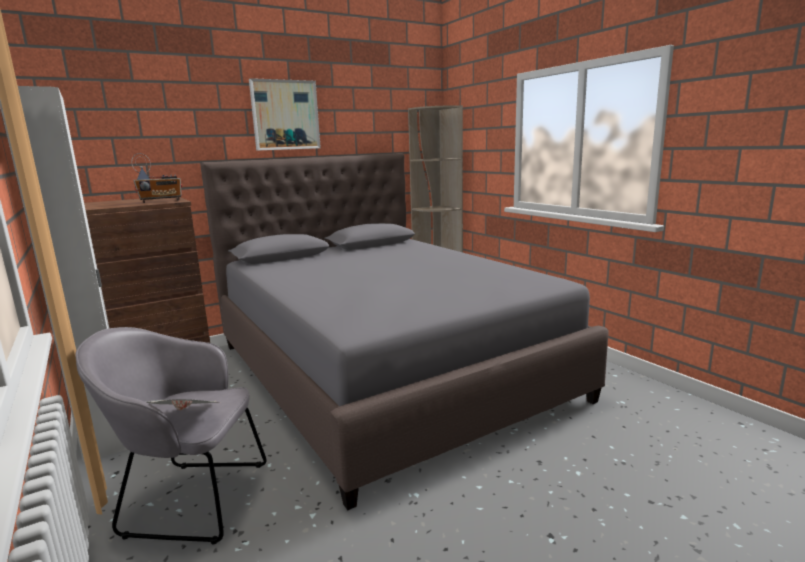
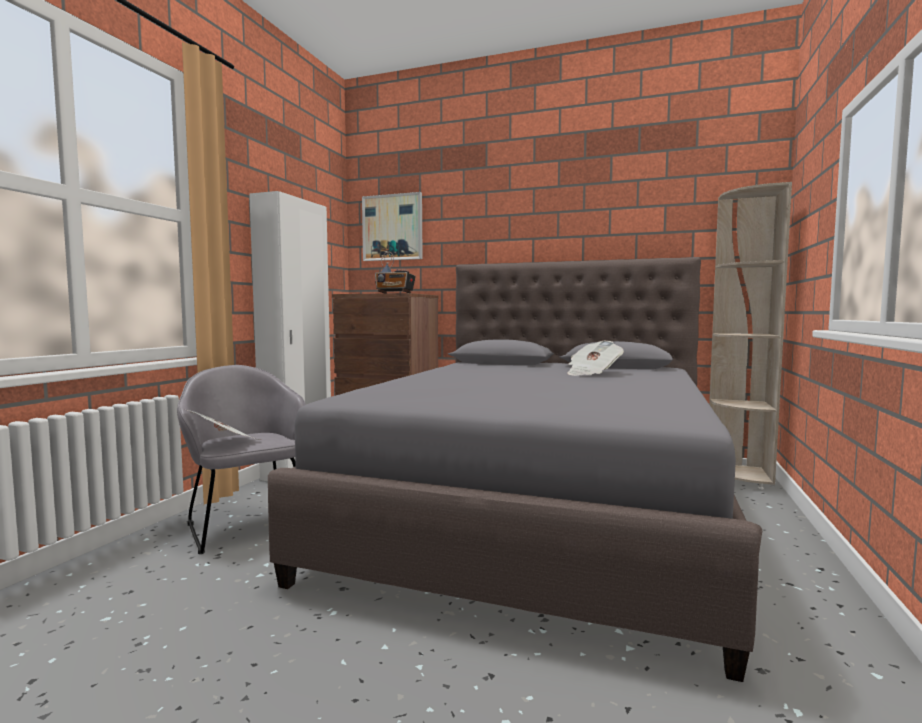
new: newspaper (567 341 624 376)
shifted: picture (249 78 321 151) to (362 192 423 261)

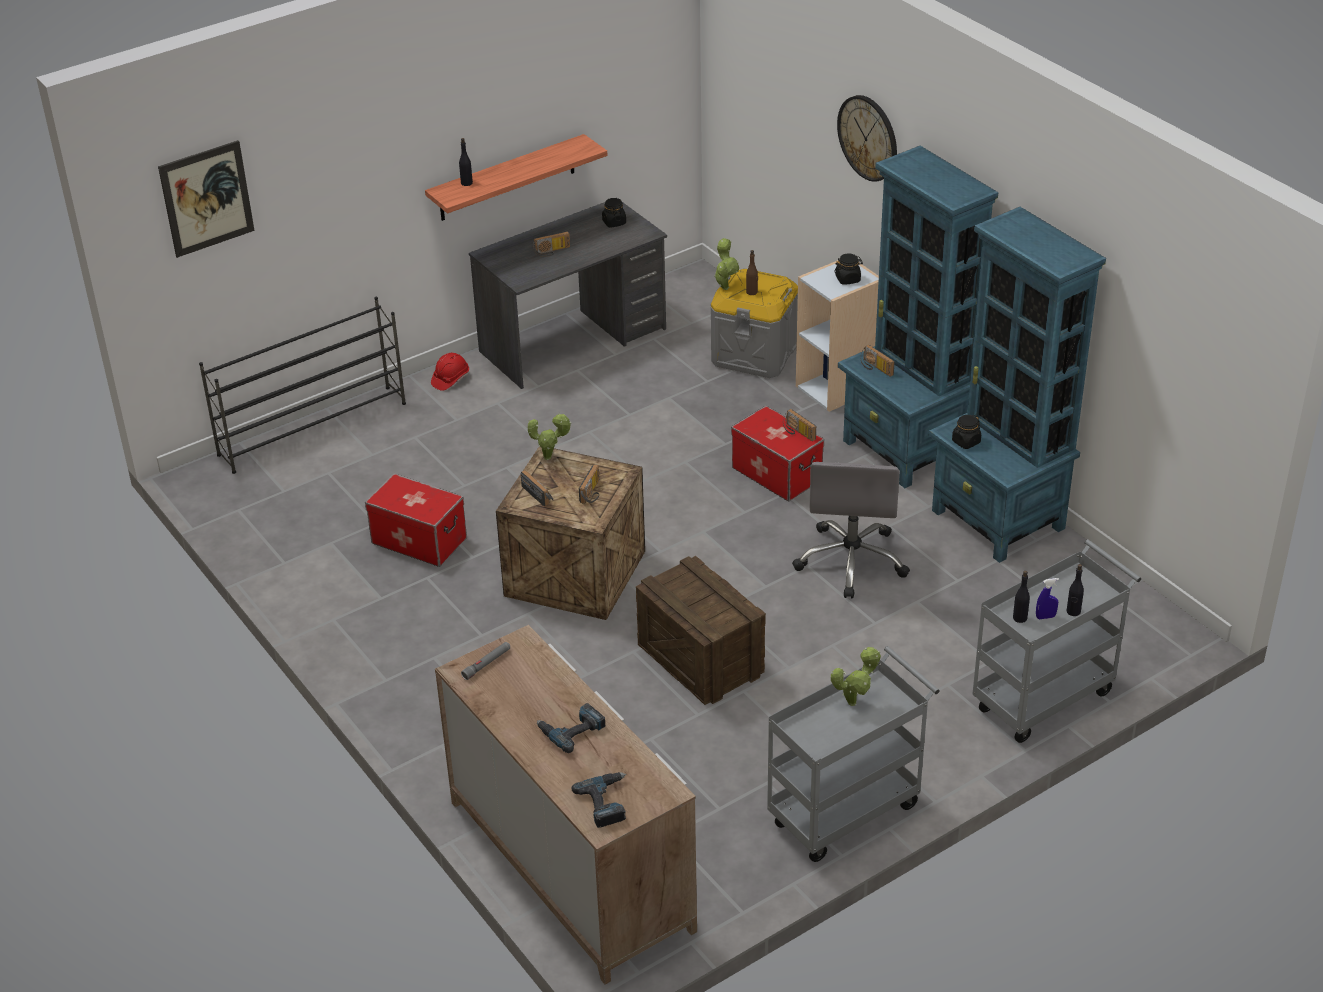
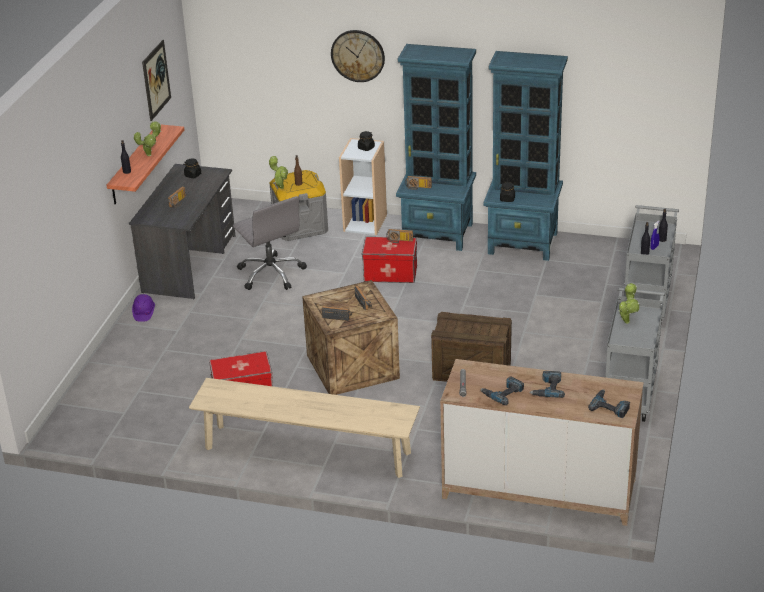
gone: shoe rack (black) (199 297 406 474)
new: bench (beige) (189 378 420 478); power drill (481 376 524 405)
shifted: potted plant (528 413 572 460) to (134 121 161 156); picture (158 140 255 258) to (142 40 171 121); office chair (grey) (792 462 910 598) to (233 196 307 290)
repainted: hard hat (red) (431 353 469 391) to hard hat (purple) (132 294 155 322)

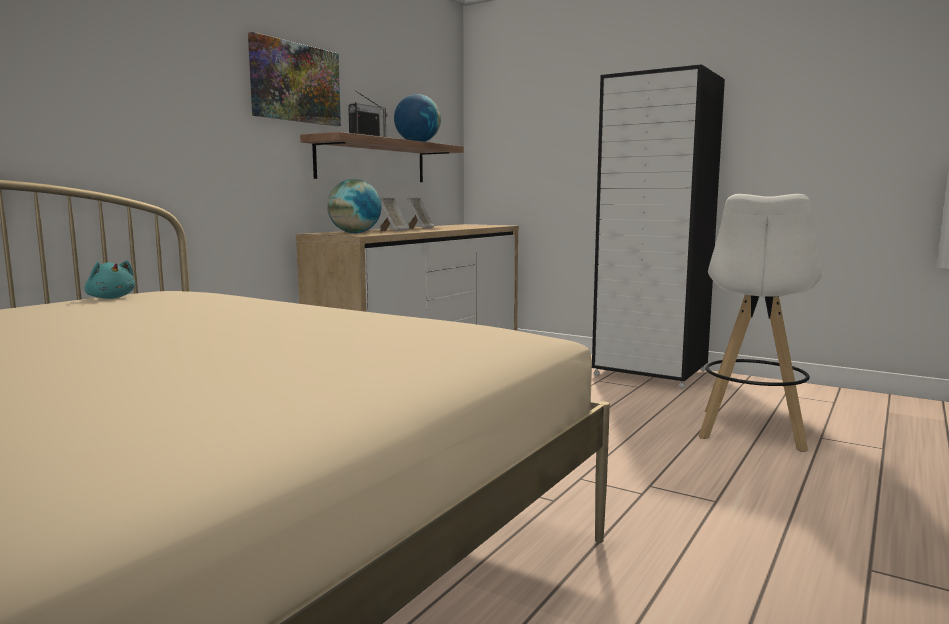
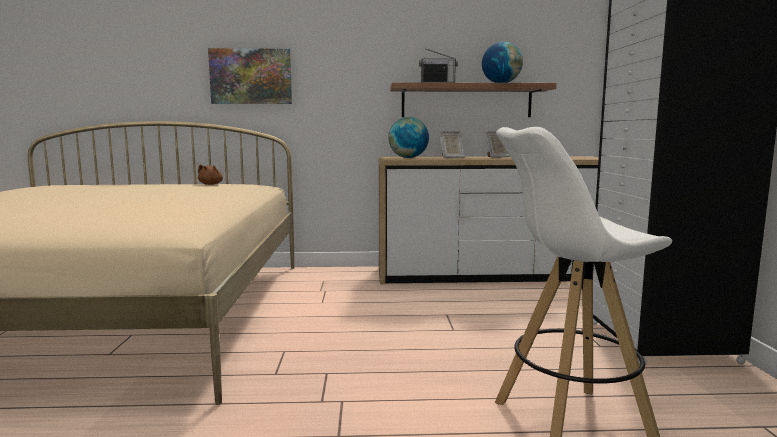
shifted: picture (248 32 341 126) to (208 48 292 104)
repainted: plush toy (turquoise) (84 260 135 299) to plush toy (brown) (198 164 223 185)

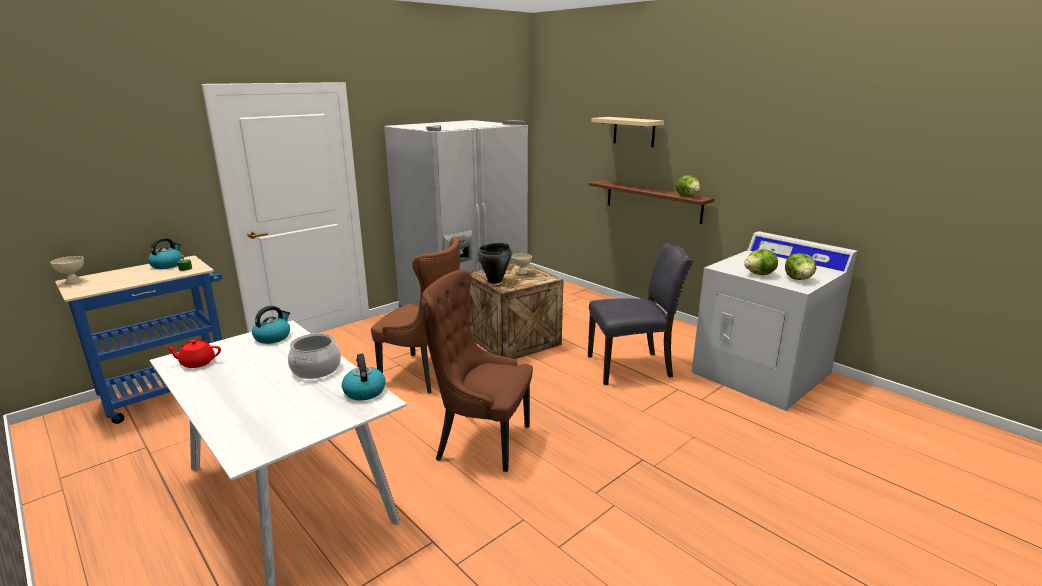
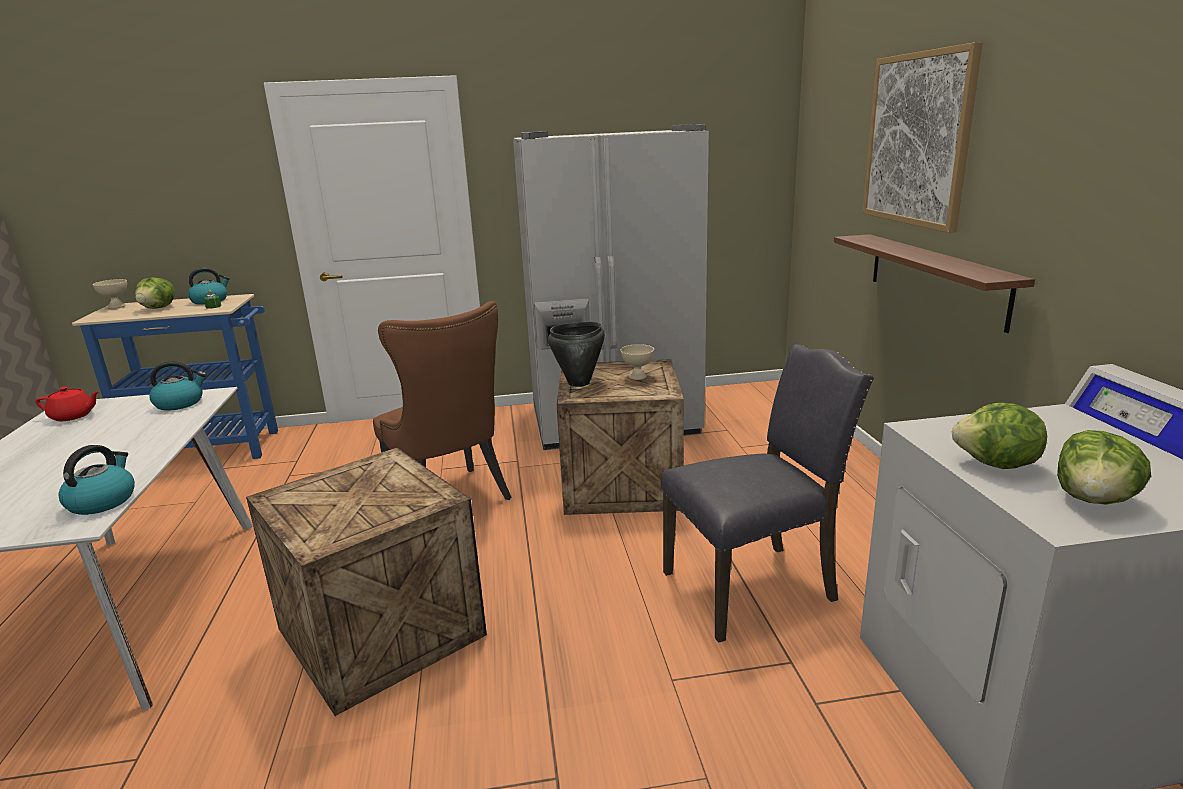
gone: cooking pot (288 333 341 379)
shifted: lettuce (676 175 700 196) to (135 277 175 309)
swapped: chair (brown) (422 269 533 472) to crate (246 448 487 716); shelf (beige) (591 117 664 147) to picture (863 42 983 233)
rotated: teapot (red) (165 340 221 368) = (36 387 100 421) 150 degrees clockwise; chair (grey) (588 243 694 385) = (660 344 874 643) 45 degrees counterclockwise

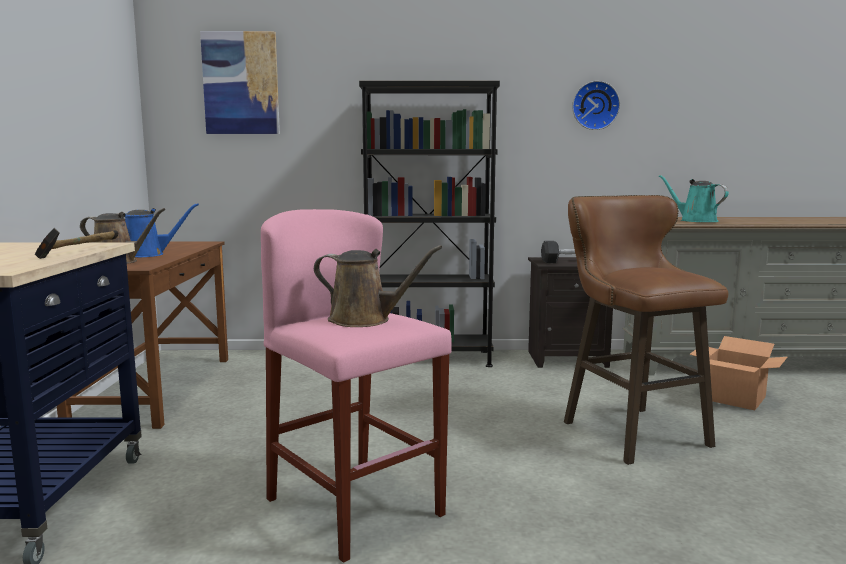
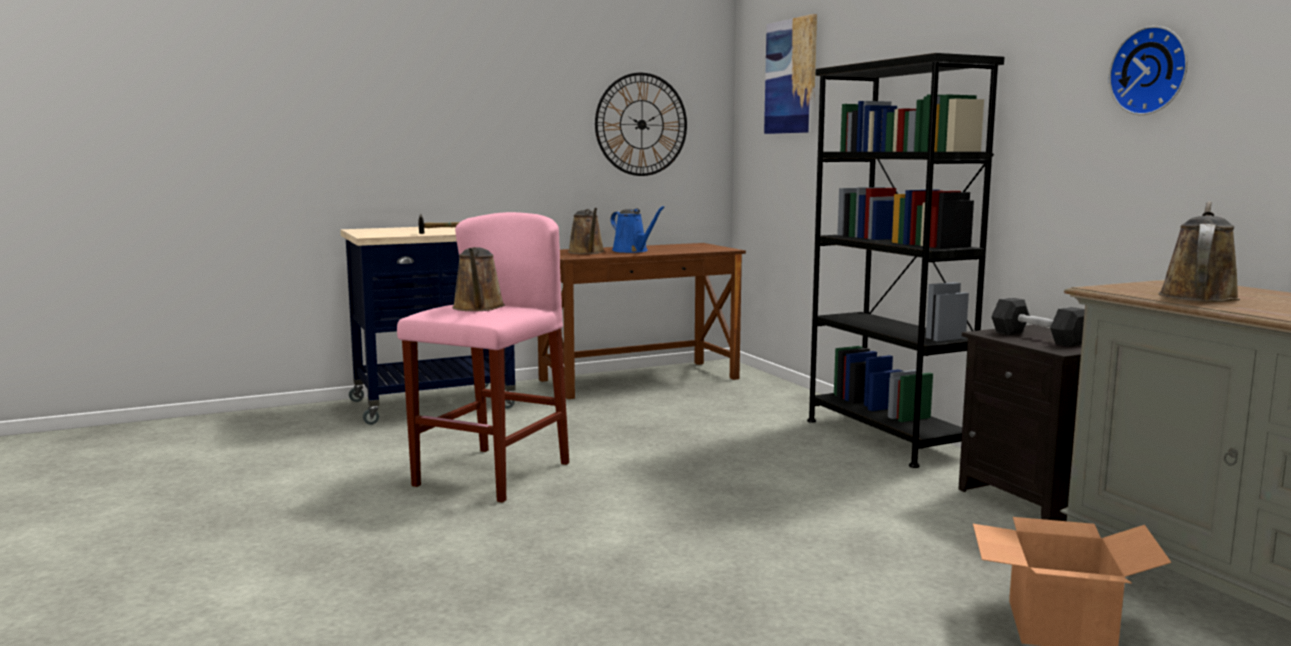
gone: stool (brown) (564 195 728 465)
new: wall clock (595 73 687 176)
repainted: watering can (turquoise) (659 175 729 222) to watering can (brown) (1158 201 1240 302)

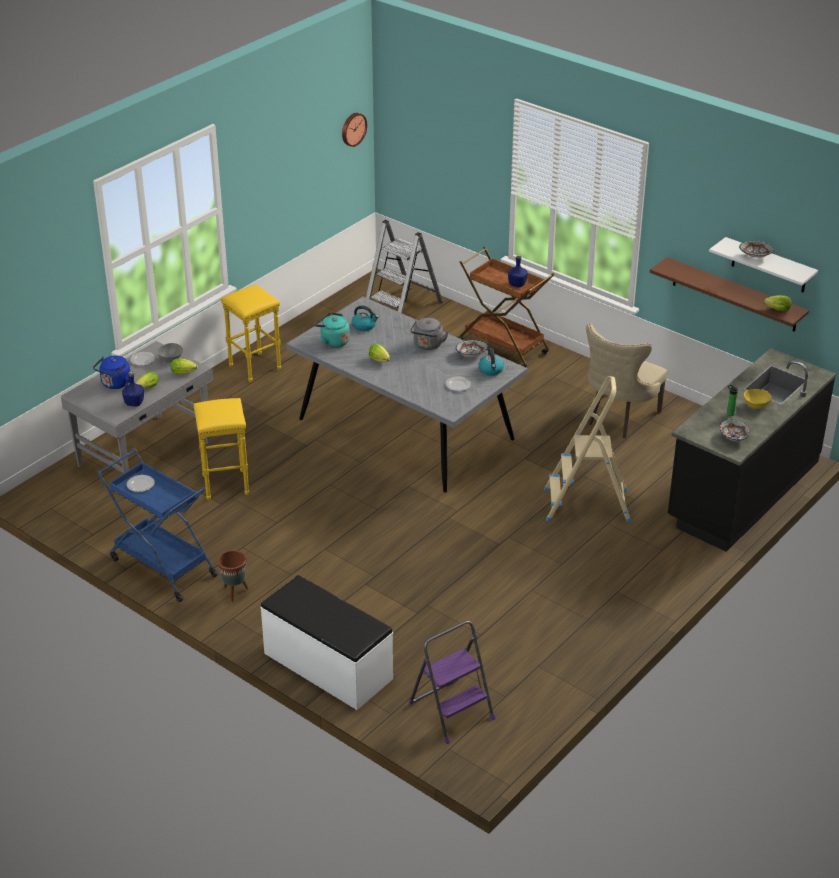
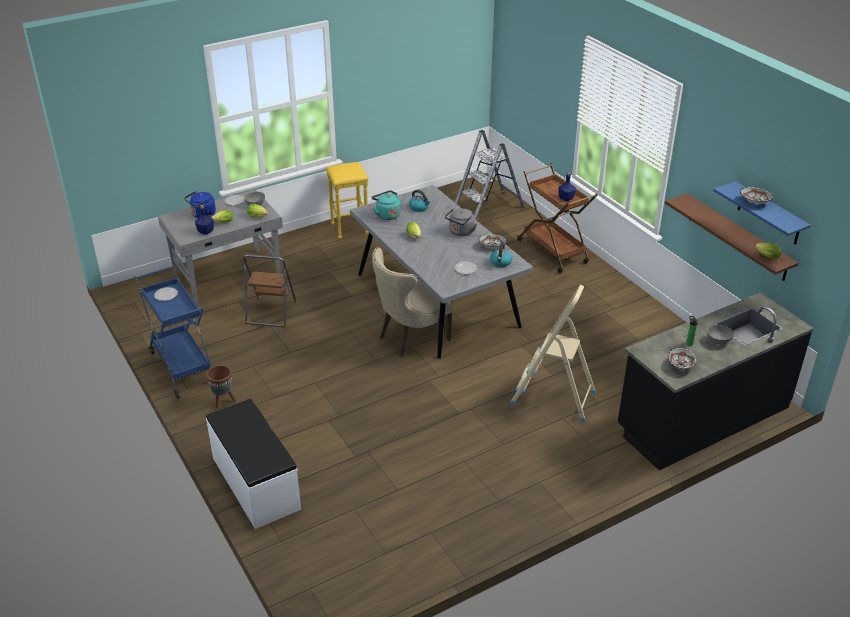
gone: wall clock (342 113 367 147); step ladder (purple) (409 621 496 744)
shifted: chair (beige) (586 323 667 438) to (372 247 453 357)
swapped: stool (yellow) (194 398 249 500) to step ladder (brown) (243 255 298 328)
repainted: bowl (yellow) (744 389 771 409) to bowl (grey) (707 325 734 345); shelf (white) (709 237 818 293) to shelf (blue) (713 181 811 245)

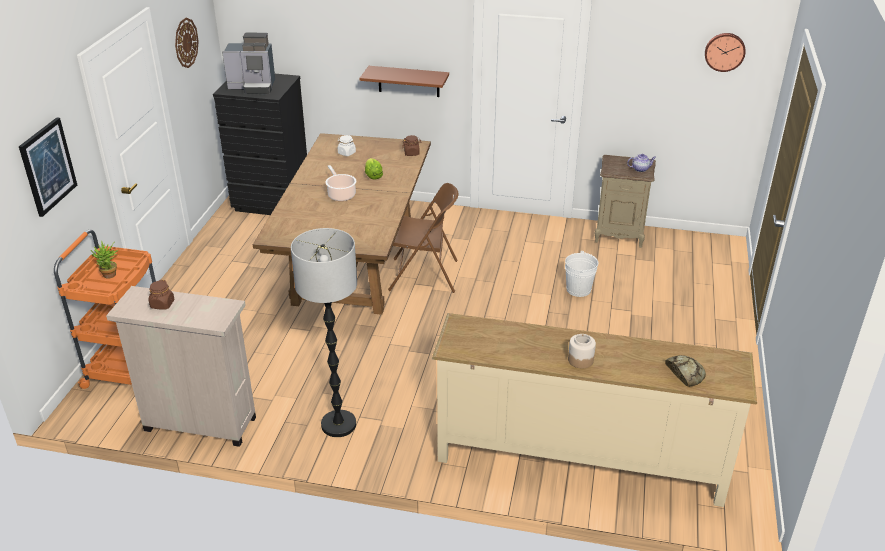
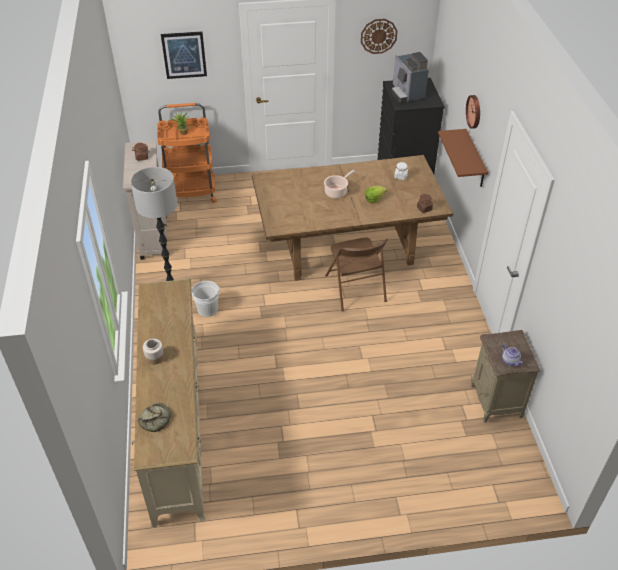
shifted: bucket (white) (565 251 598 297) to (192 281 221 317); wall clock (705 33 746 72) to (466 95 480 129)

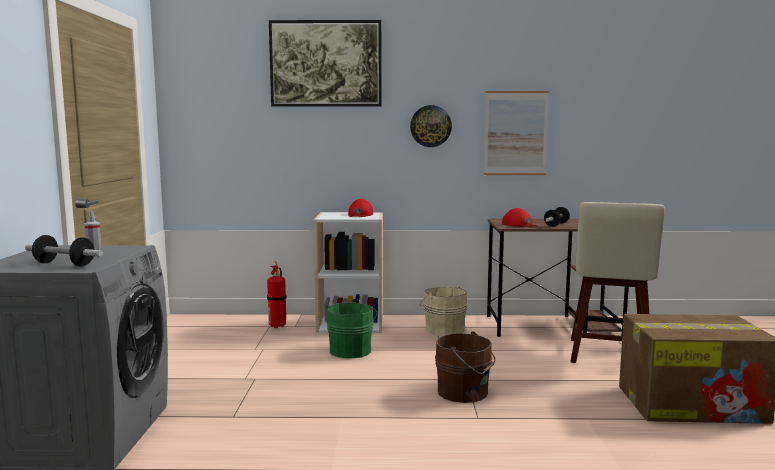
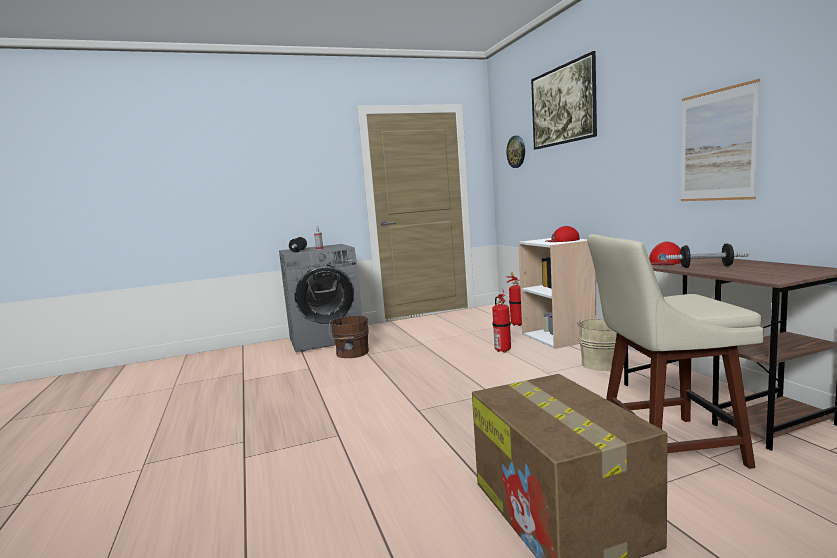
shifted: bucket (brown) (435 331 496 403) to (329 316 369 358); wall clock (410 105 452 147) to (506 136 525 168)
swapped: bucket (green) (326 302 377 358) to fire extinguisher (492 290 511 353)

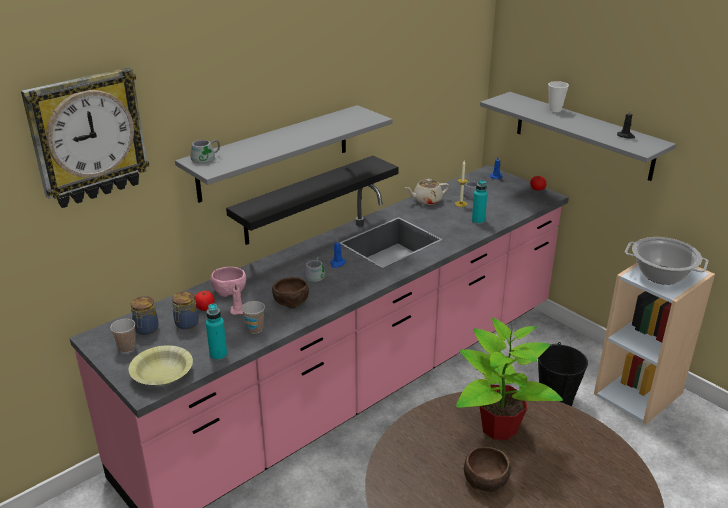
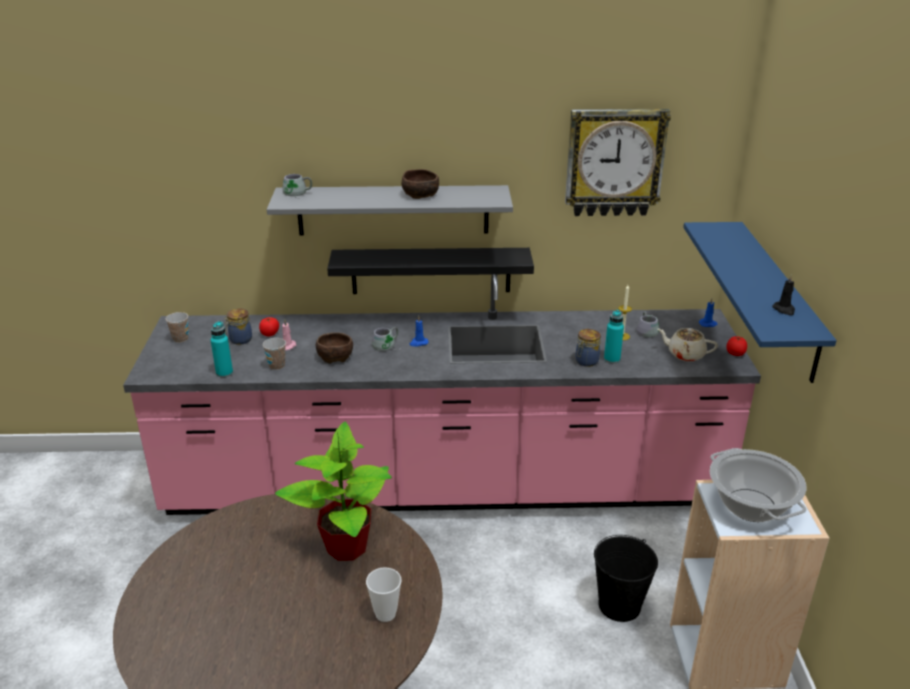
gone: bowl (yellow) (129 345 193 385); bowl (pink) (210 267 246 297)
shifted: cup (548 81 569 112) to (366 567 402 622); bowl (brown) (464 446 511 492) to (401 169 439 199); wall clock (21 67 150 208) to (565 109 671 216); jar (131 296 159 335) to (575 329 601 367); teapot (beige) (405 179 449 205) to (657 328 718 362)
repainted: shelf (grey) (480 92 676 181) to shelf (blue) (683 222 837 383)

